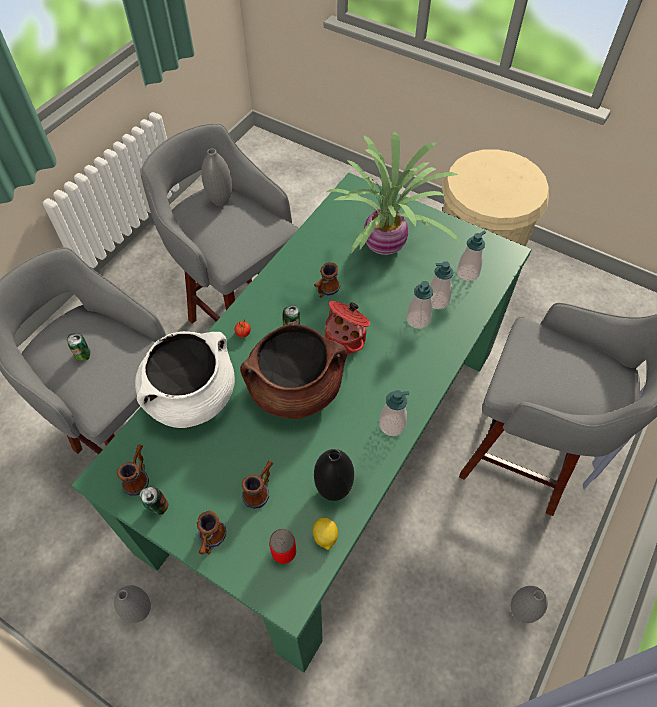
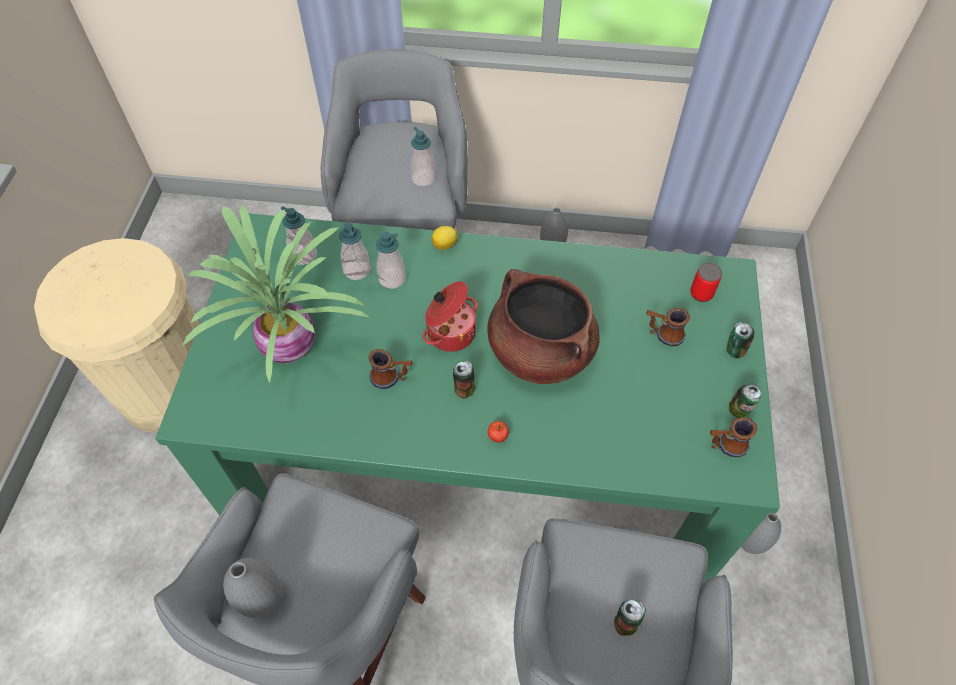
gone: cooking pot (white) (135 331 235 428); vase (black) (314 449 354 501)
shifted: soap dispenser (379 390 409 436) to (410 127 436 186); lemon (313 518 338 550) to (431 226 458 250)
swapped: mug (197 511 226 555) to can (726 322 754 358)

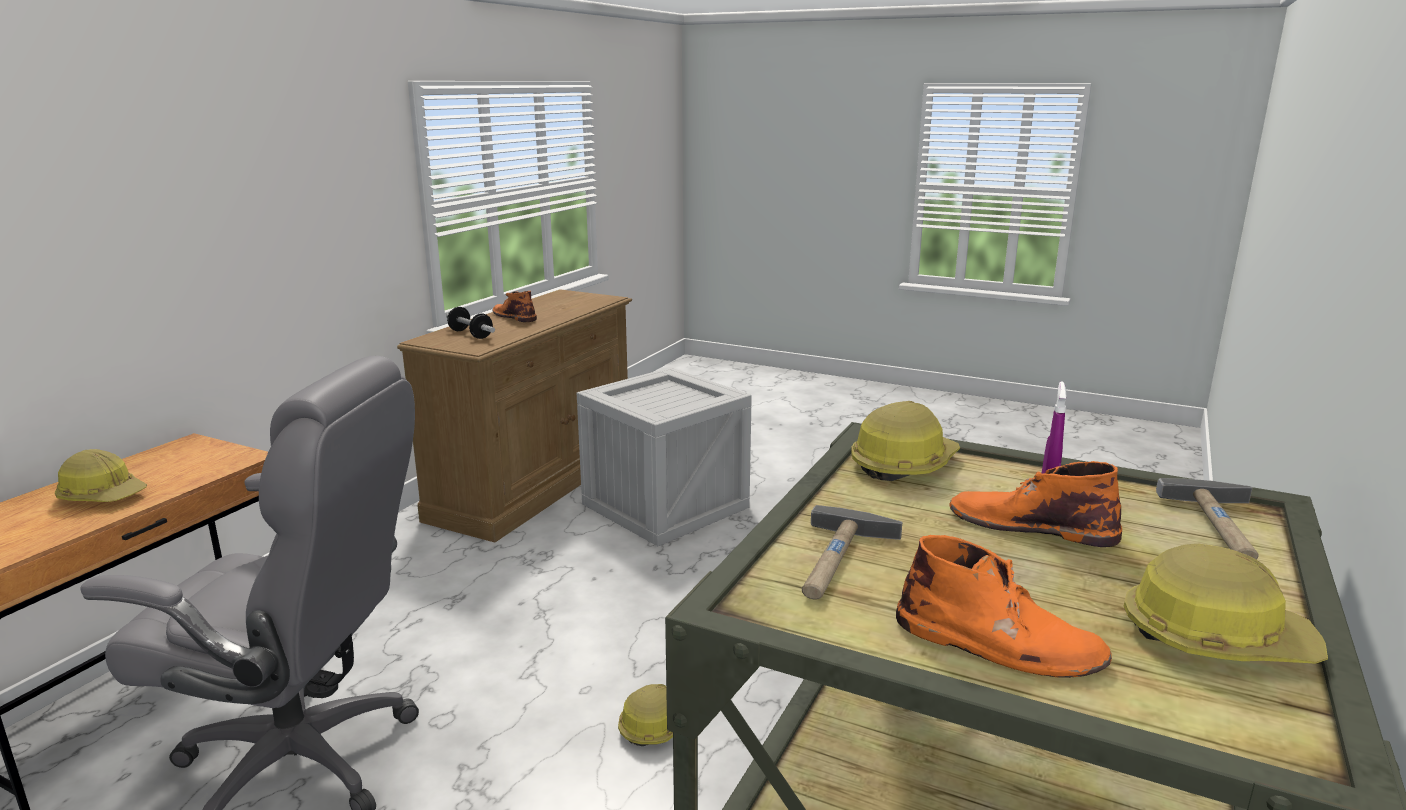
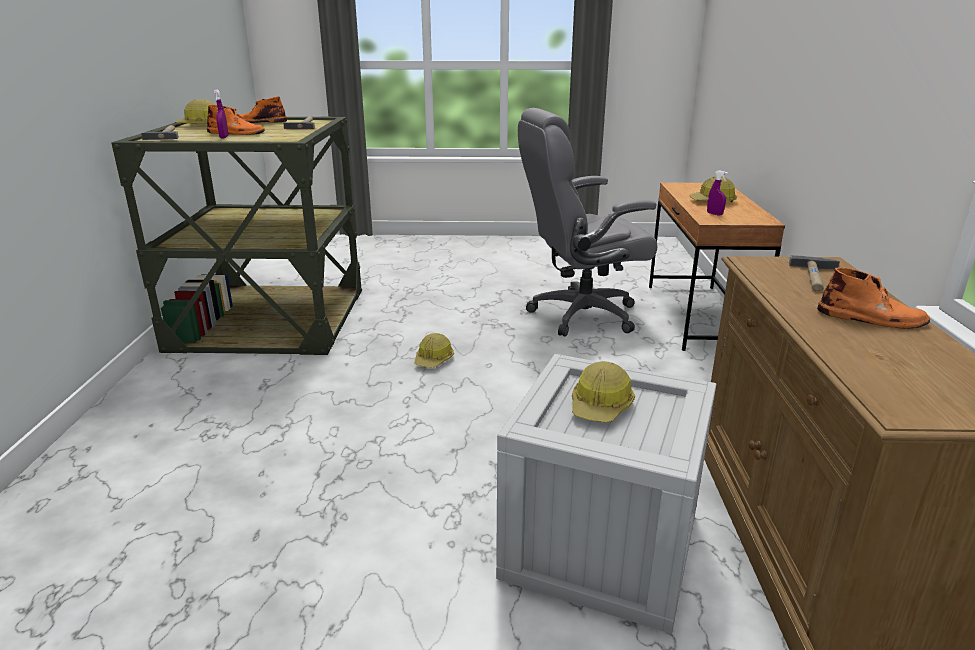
new: spray bottle (purple) (707 170 728 215)
shifted: hard hat (851 401 960 481) to (572 361 635 423)
swapped: dumbbell (446 307 495 339) to hammer (789 255 840 291)

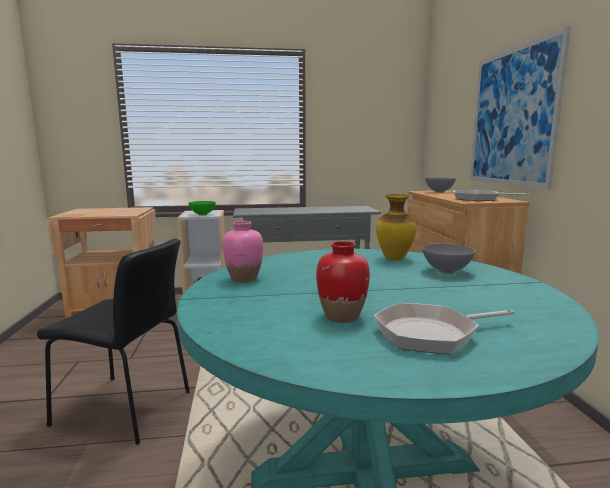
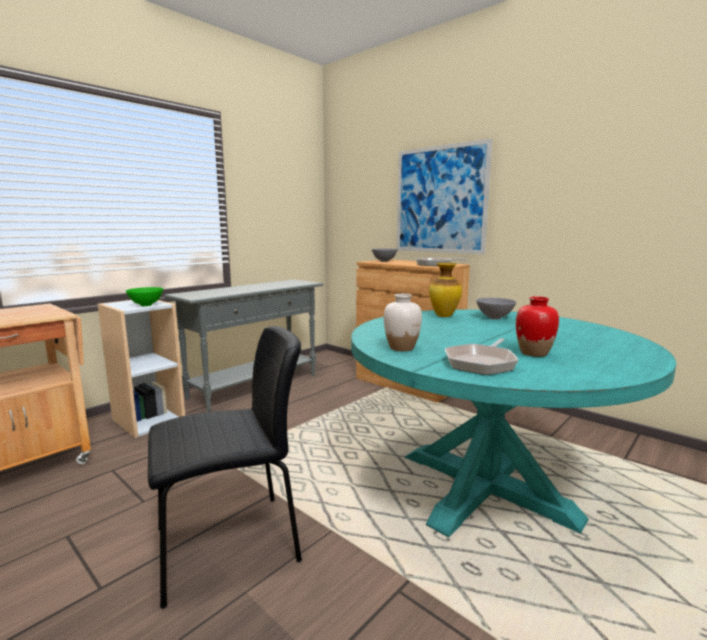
shifted: frying pan (374 303 515 354) to (445 338 519 375)
repainted: vase (pink) (223 221 263 282) to vase (white) (384 294 422 351)

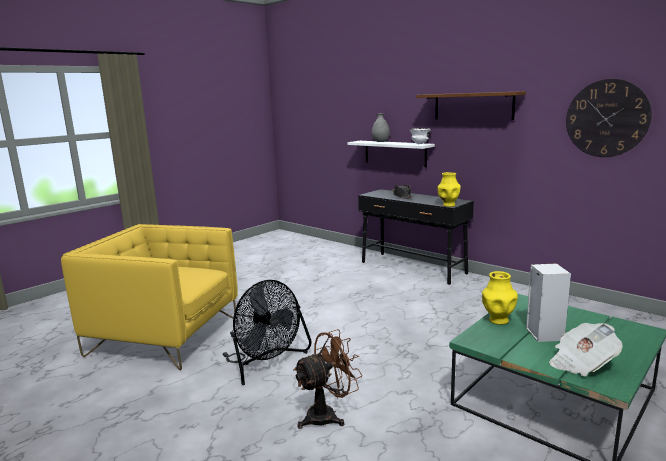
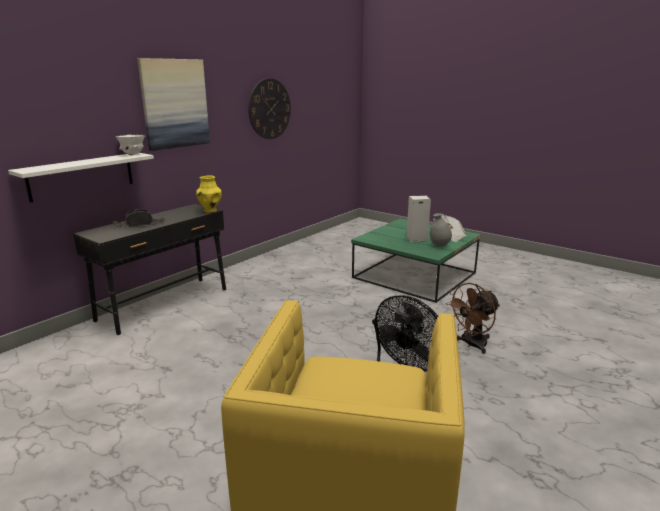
gone: vase (yellow) (482 271 518 325)
shifted: vase (grey) (371 113 390 142) to (430 213 452 247)
swapped: shelf (brown) (416 91 526 120) to picture (137 58 210 151)
rotated: fan (brown) (293 329 363 429) = (445 283 500 354) 90 degrees counterclockwise

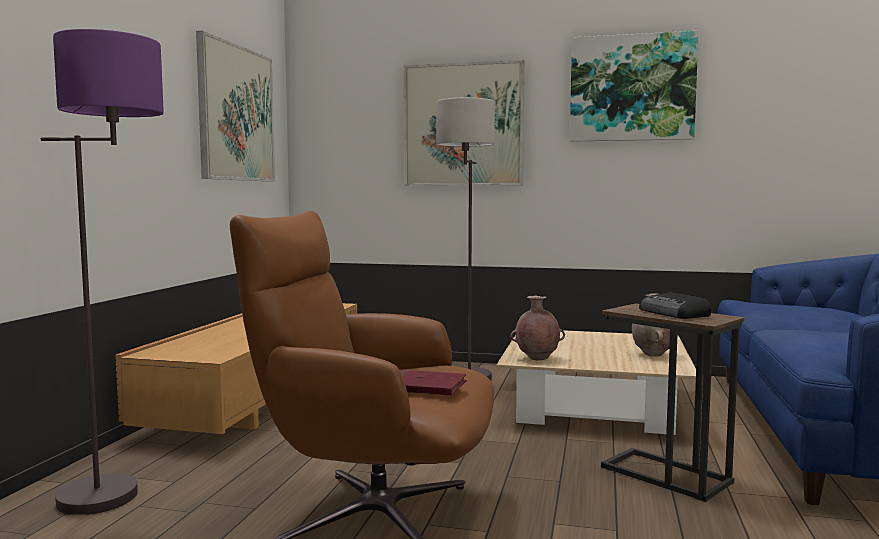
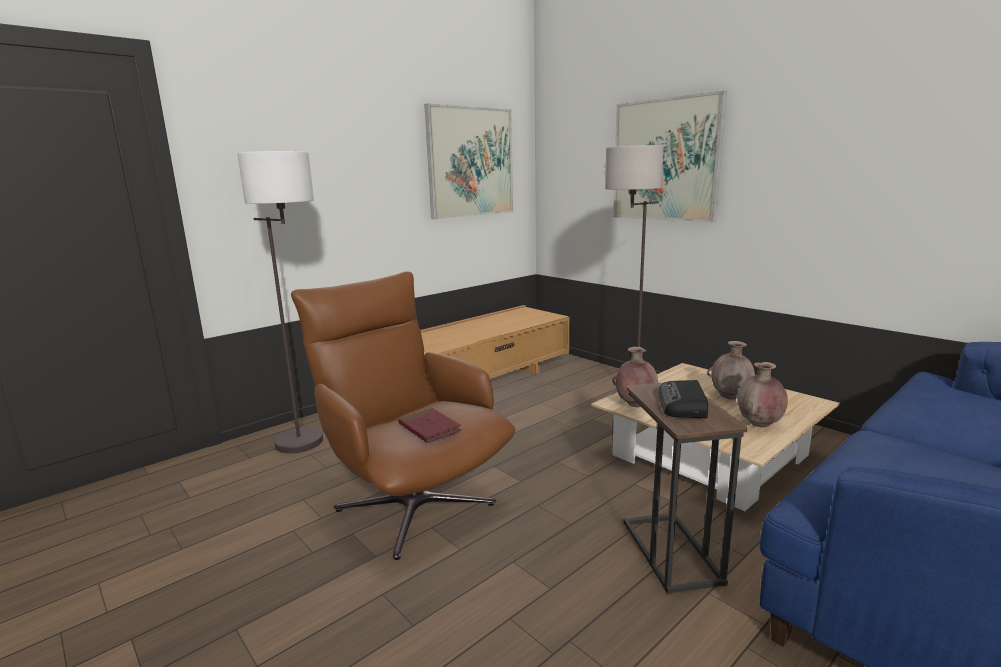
gone: picture (570 31 699 142)
new: vase (brown) (707 341 755 400)
repainted: floor lamp (purple) (40 29 164 515) to floor lamp (white) (238 151 323 453)

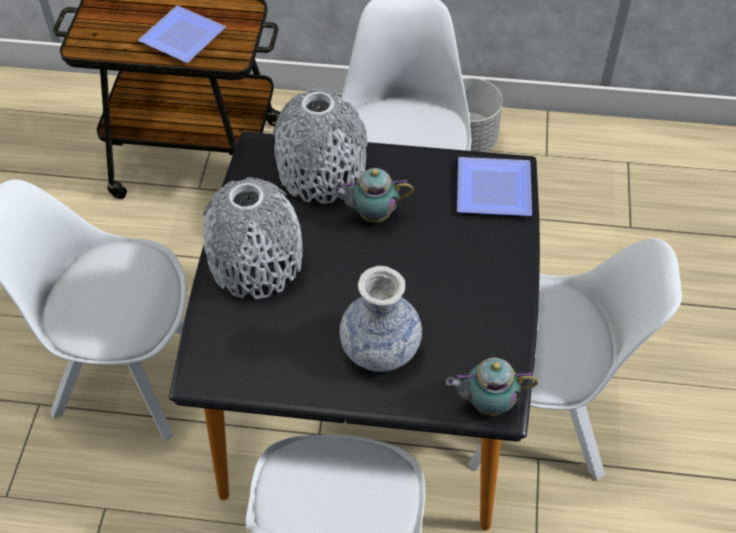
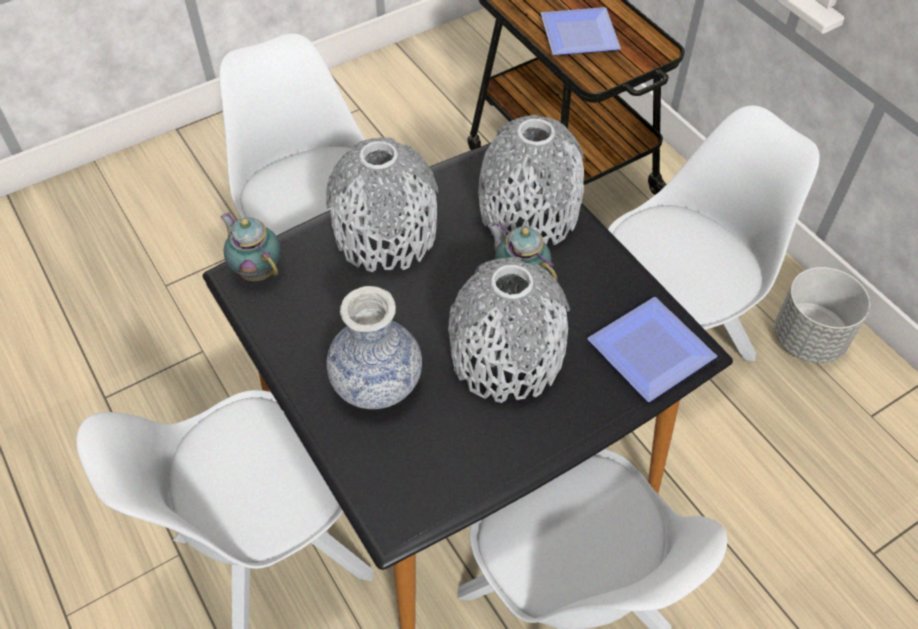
new: vase (grey) (448 257 570 403)
shifted: teapot (446 358 538 416) to (221 213 281 281)

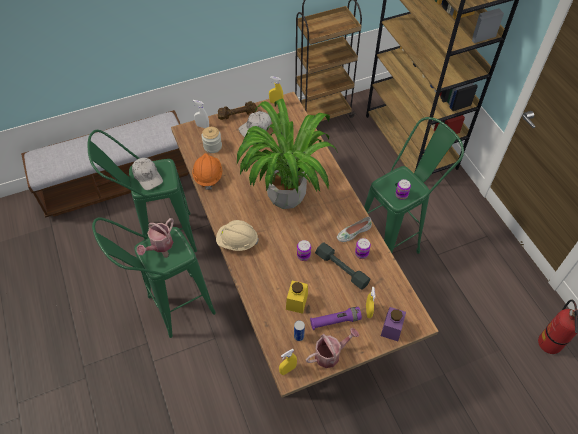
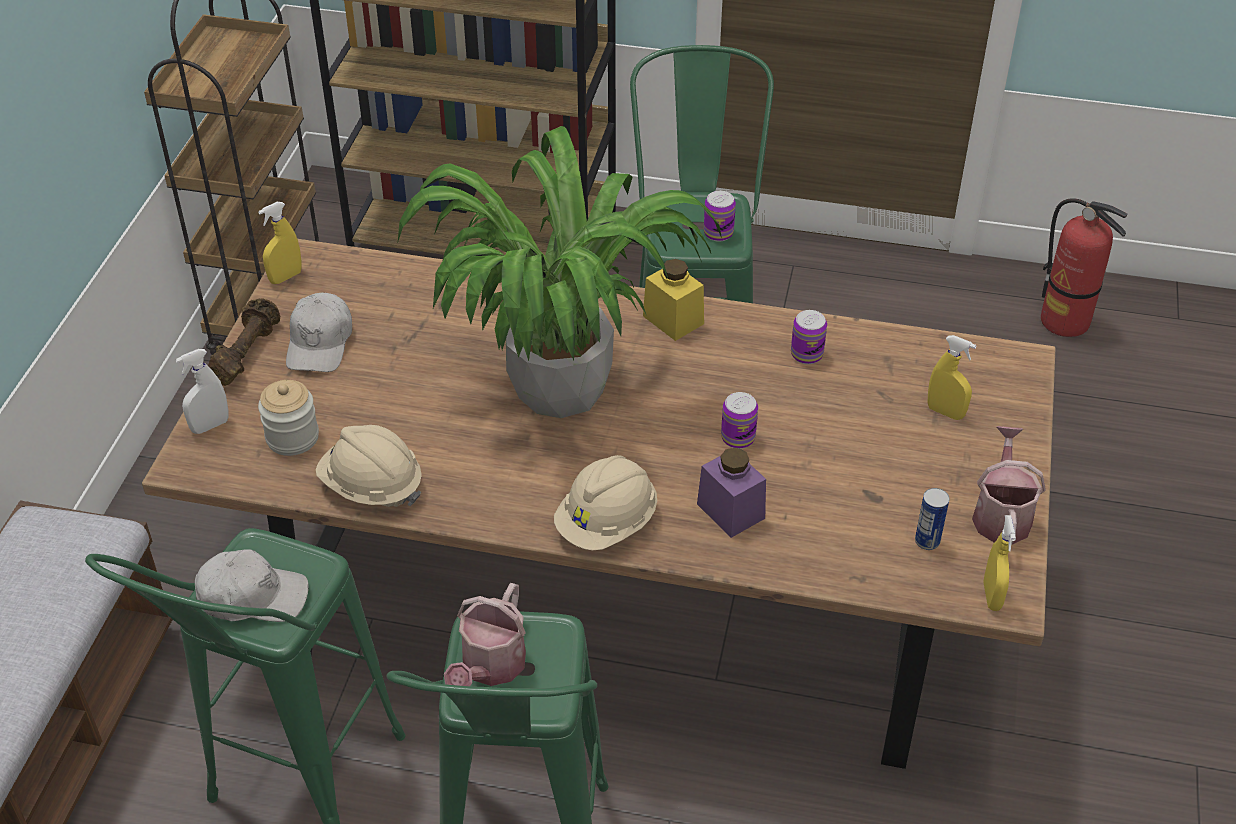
gone: flashlight (purple) (310 307 362 330); dumbbell (grey) (315 242 371 290); shoe (white) (337 217 372 242)
shifted: jar (yellow) (286 281 308 314) to (643 259 704 341); jar (purple) (381 307 406 341) to (697 447 766 538)
repainted: hard hat (orange) (192 153 222 190) to hard hat (beige) (316 425 422 507)
rotated: watering can (137 218 174 255) = (444 583 526 686) 45 degrees clockwise

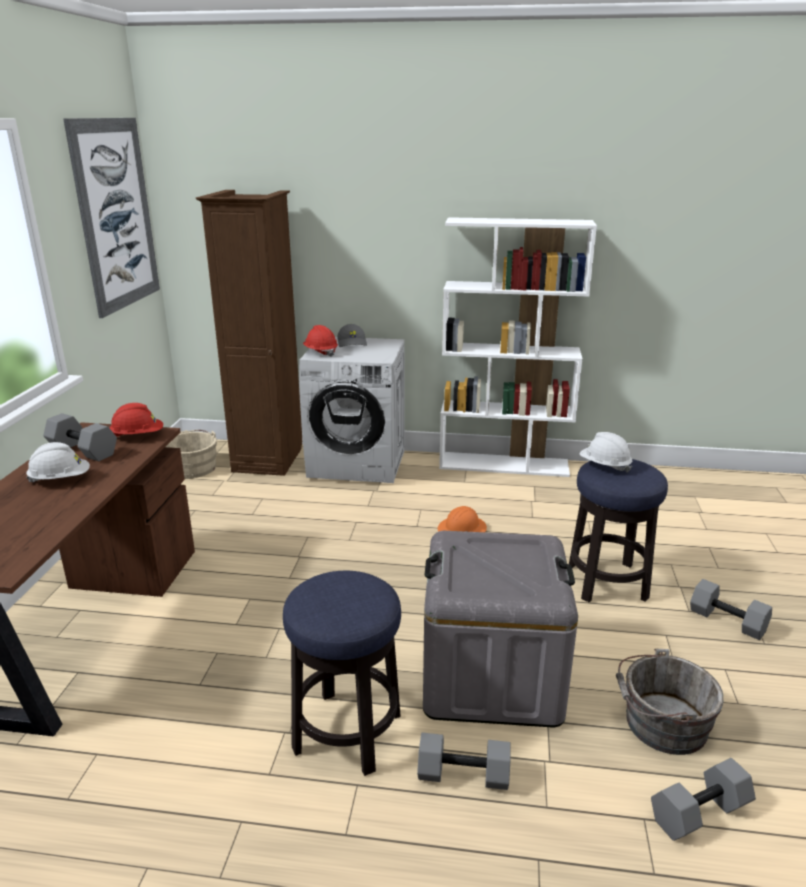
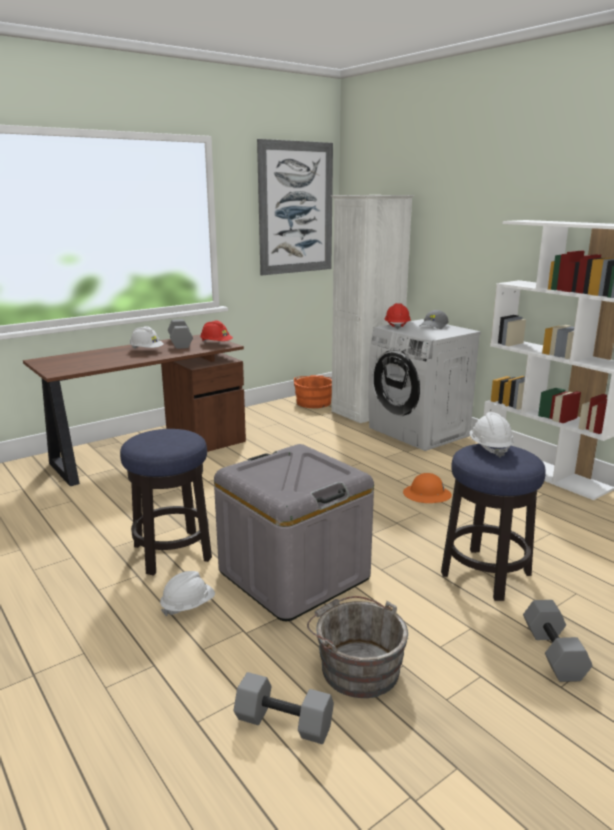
swapped: dumbbell (grey) (417 733 511 790) to hard hat (white) (160 571 215 617)
repainted: bucket (beige) (166 430 217 479) to bucket (orange) (294 375 332 408); cabinet (brown) (196 190 302 476) to cabinet (white) (331 195 414 423)

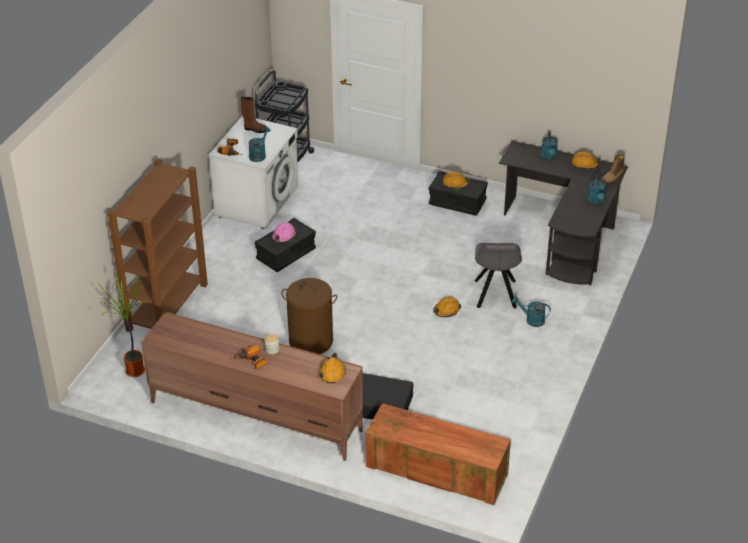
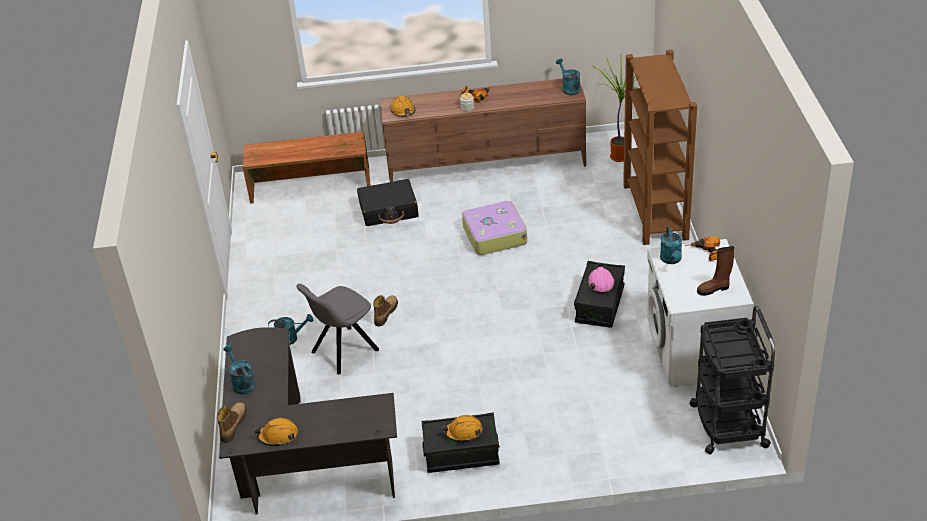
shifted: watering can (turquoise) (541 132 558 161) to (556 58 580 95)
swapped: hard hat (orange) (433 297 461 317) to boot (373 295 398 326); laundry basket (brown) (281 278 337 354) to suitcase (462 201 527 255)
rotated: chair (grey) (474 243 522 308) = (296 284 379 375) 105 degrees counterclockwise

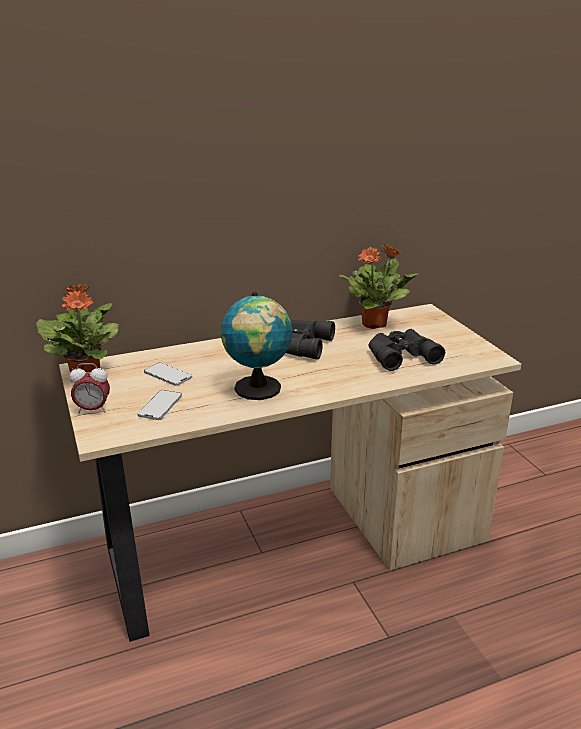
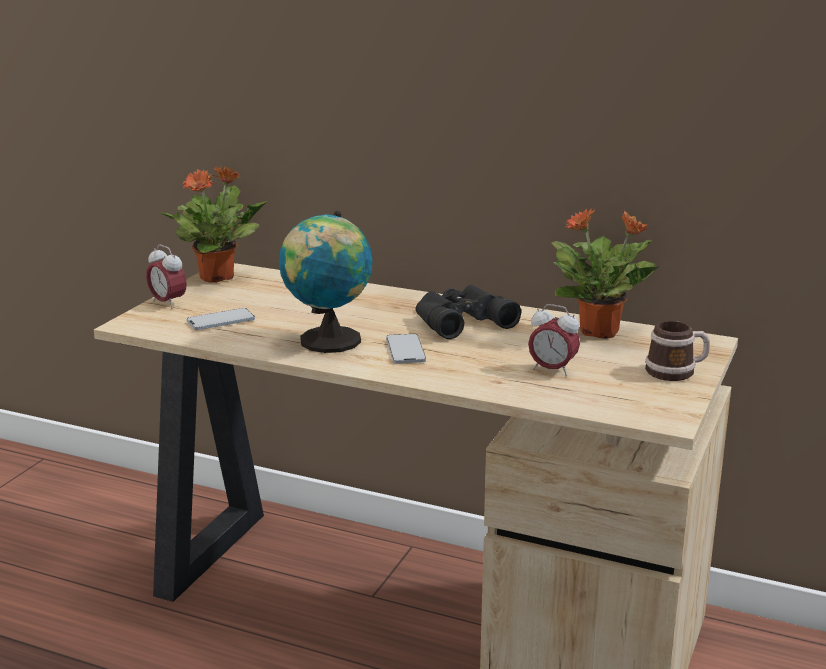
new: mug (645 321 710 381)
shifted: phone (144 362 192 386) to (386 334 426 364)
swapped: binoculars (black) (368 329 445 371) to alarm clock (528 304 580 377)

